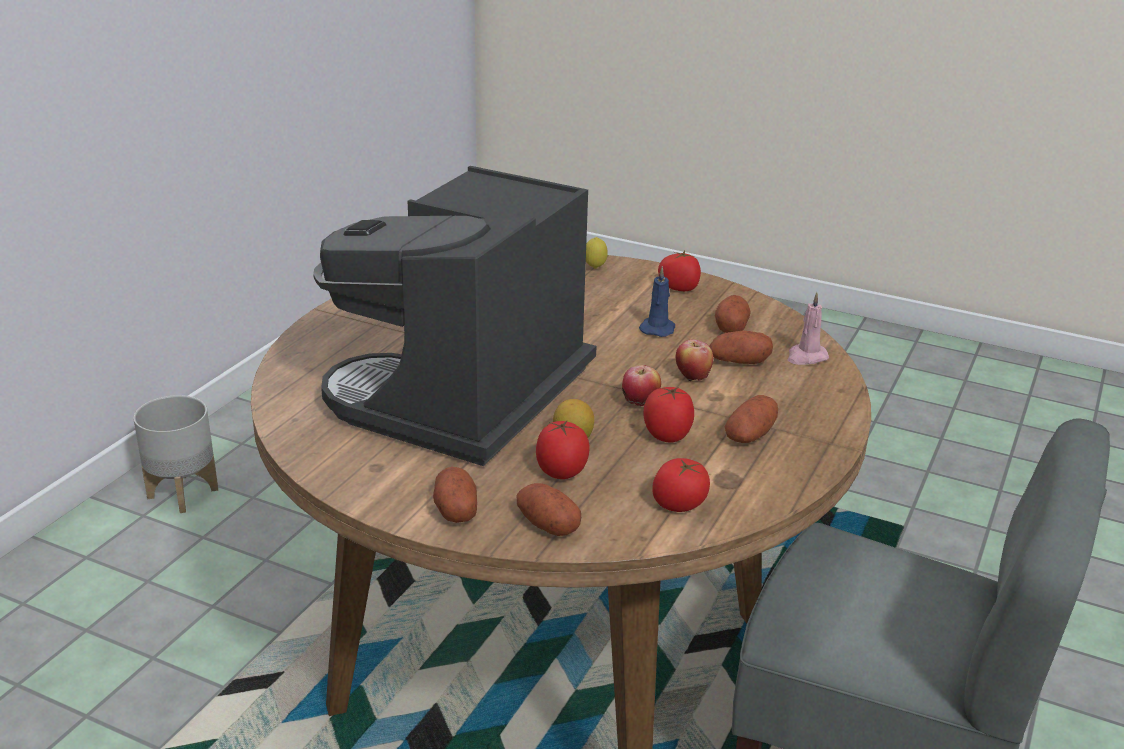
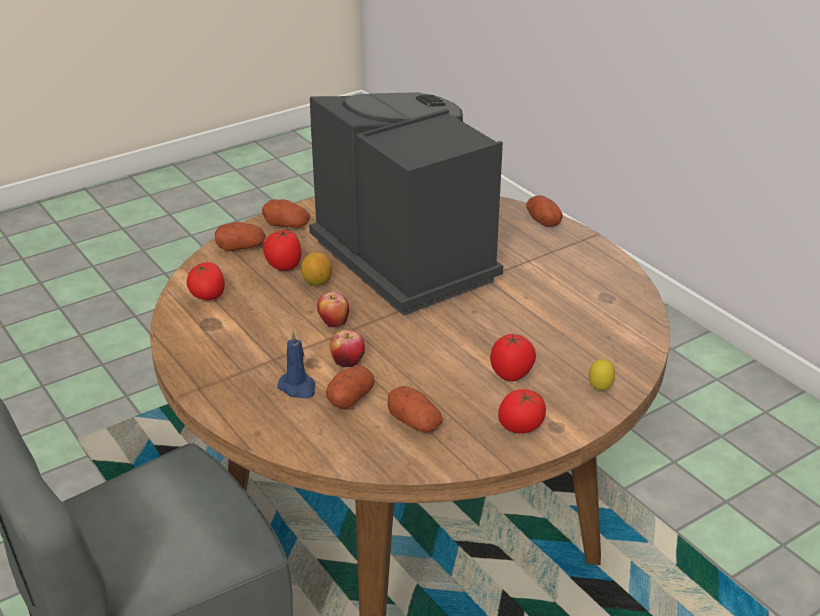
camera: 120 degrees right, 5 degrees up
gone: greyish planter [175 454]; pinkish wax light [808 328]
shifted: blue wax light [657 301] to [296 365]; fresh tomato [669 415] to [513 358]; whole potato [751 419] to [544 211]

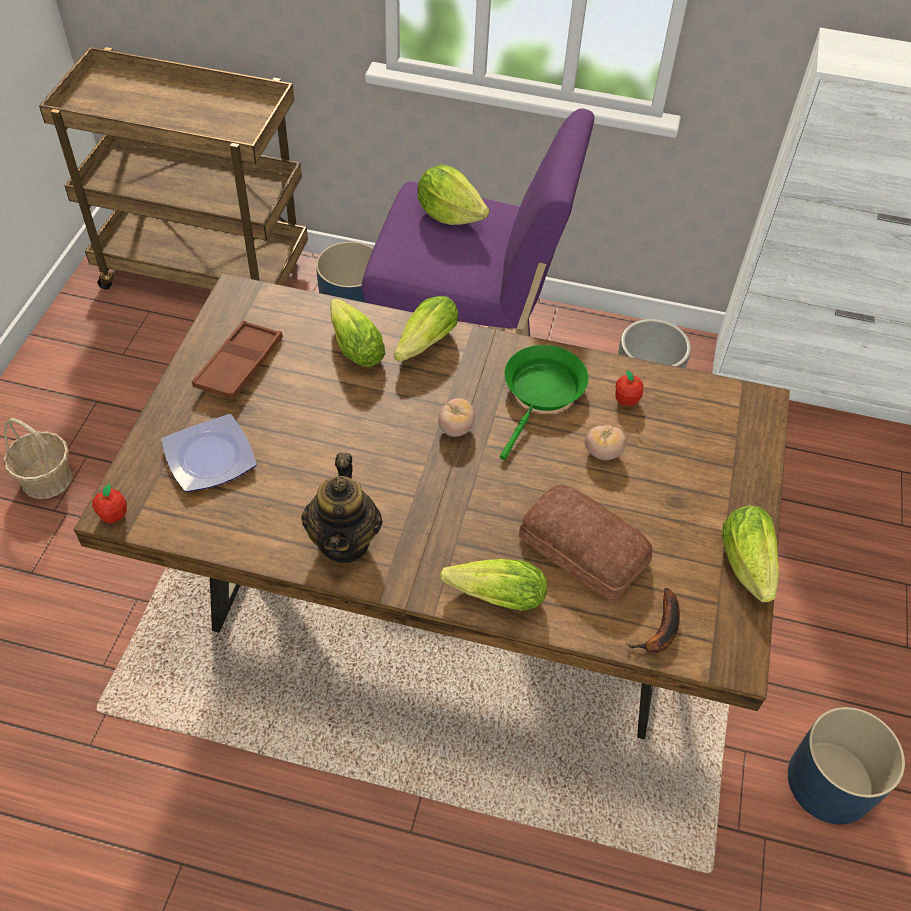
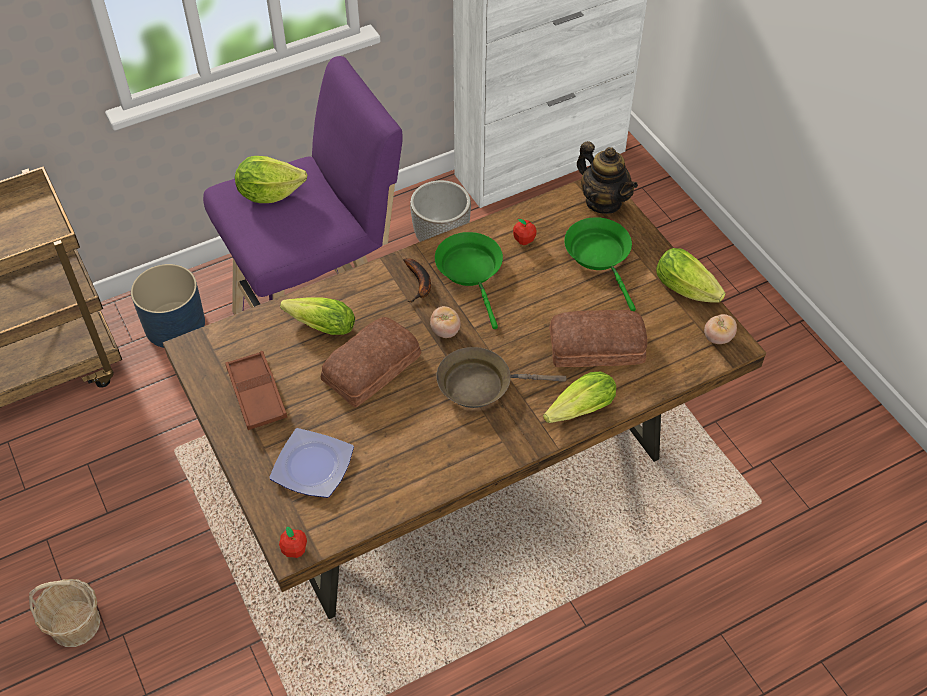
camera: 40 degrees left, 0 degrees up
gone: head of lettuce [426 329]; blue planter [846 766]
new: bread [371 362]; brown-coloured skillet [501 377]; green-coloured skillet [600 264]
shifted: tea pot [341 507] to [607 177]; fresh tomato [606 442] to [720 329]; banana fruit [653 620] to [417 280]

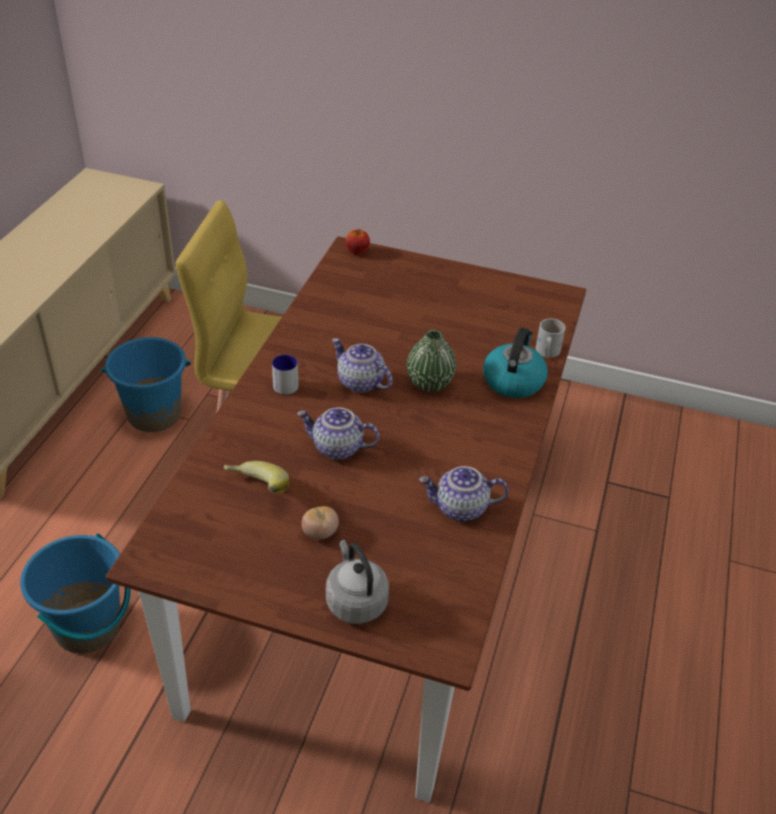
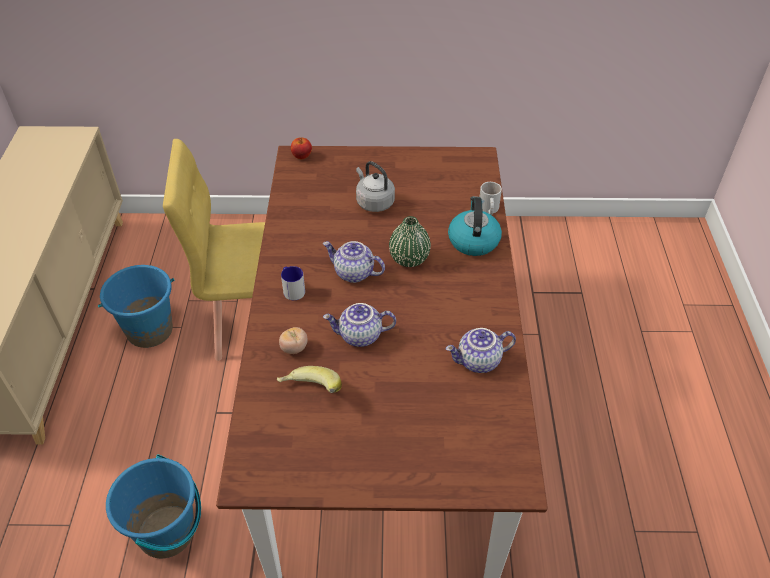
camera: 15 degrees left, 5 degrees up
shifted: fresh tomato [320 522] to [293 340]; greyish water kettle [357 582] to [375 186]

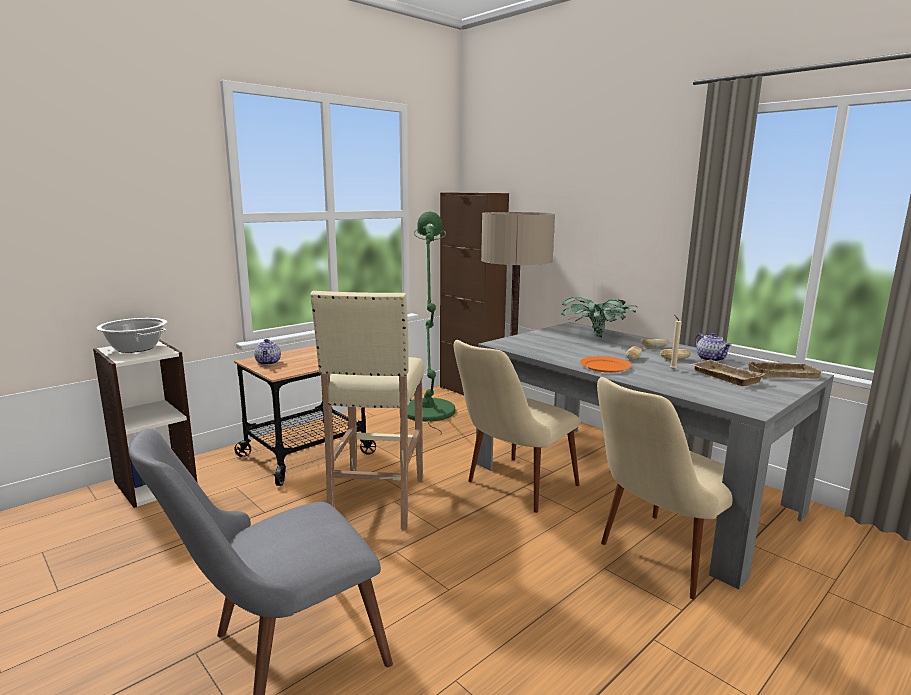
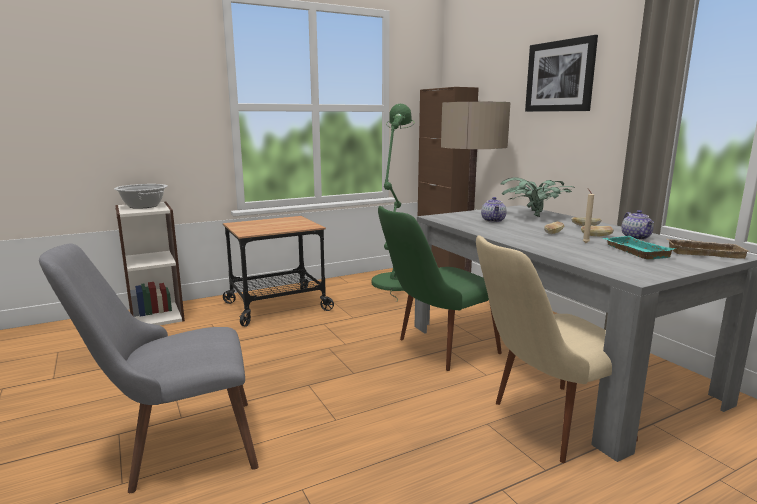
camera: 15 degrees right, 0 degrees up
gone: beige-coloured sitting stool [367 410]; orange flat dish [606 364]
new: picture [561 73]
shifted: tea pot [267 352] to [493 210]
repainted: beige-coloured upright chair [517 426] to green-coloured upright chair [440 288]; beige-coloured carrying tray [727 372] to turquoise carrying tray [639 248]

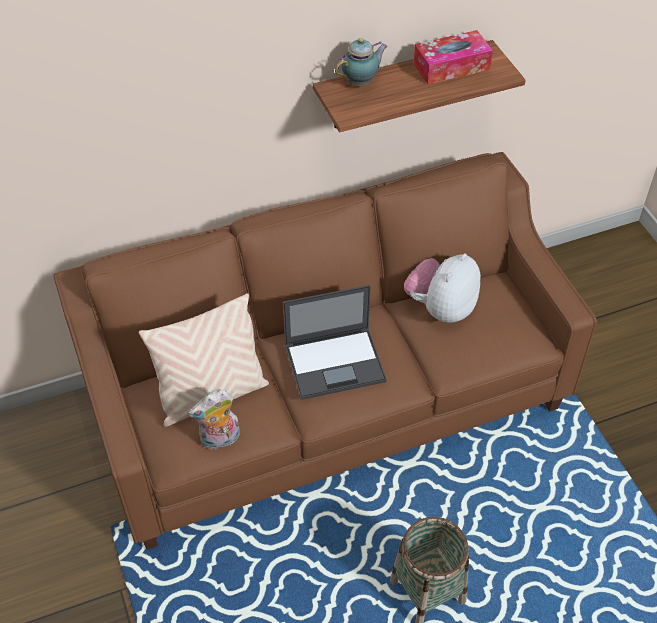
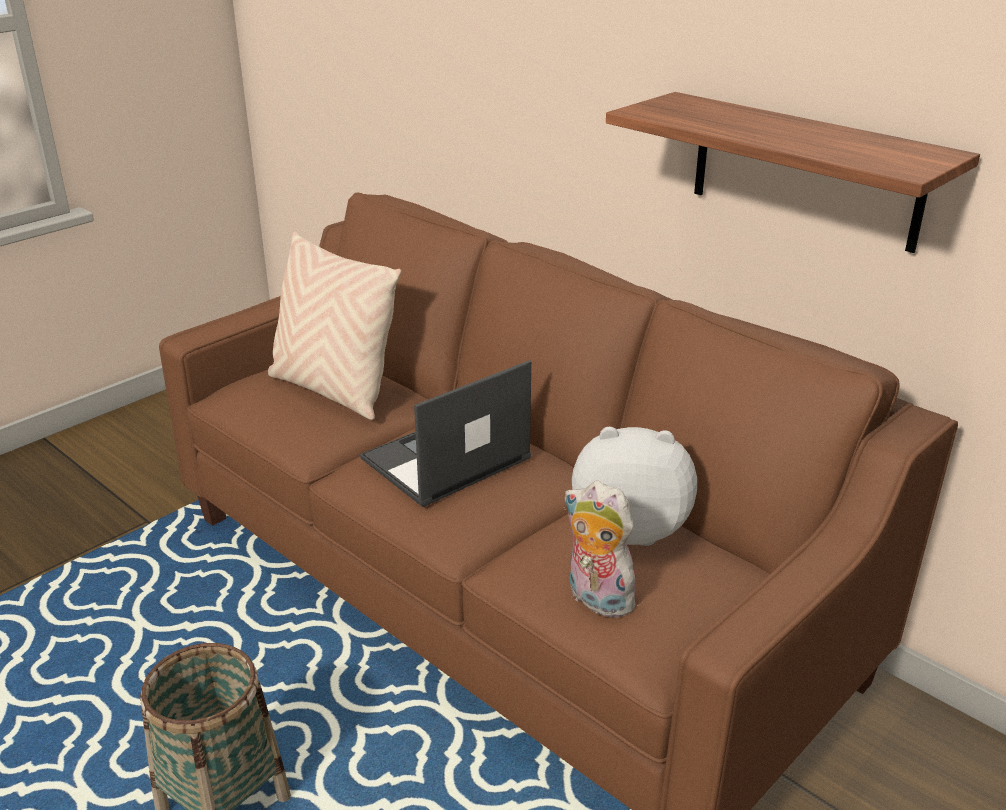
camera: 65 degrees right, 20 degrees down
gone: tea pot [361 62]; box of tissues [453 57]
shifted: soft toy [214 419] to [604 549]
rotated: laptop [335 342] = [445 433] 90 degrees clockwise

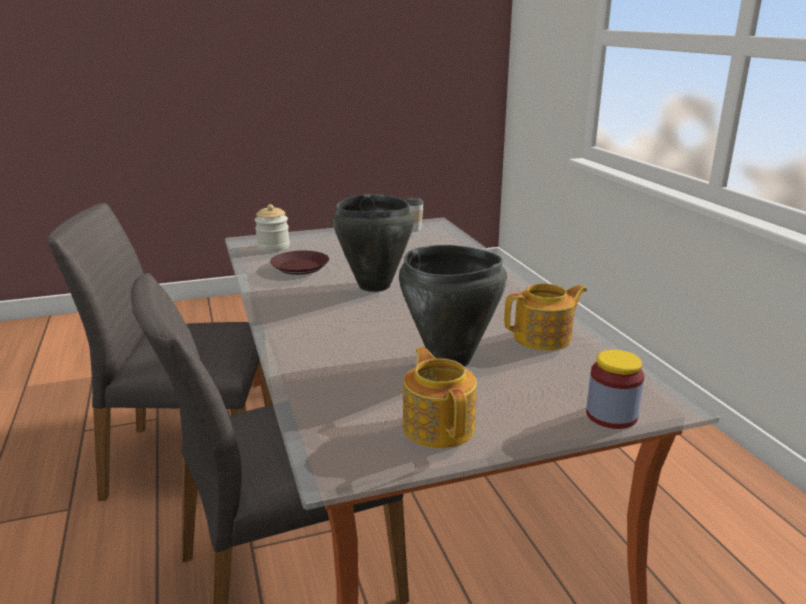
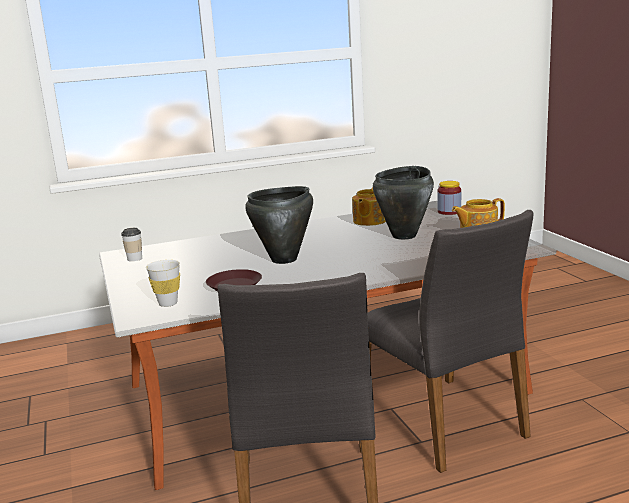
camera: 90 degrees left, 5 degrees down
swapped: preserve jar [272 228] to white drinking cup [163 283]
rotated: tea pot [545 316] = [369 206] 135 degrees counterclockwise

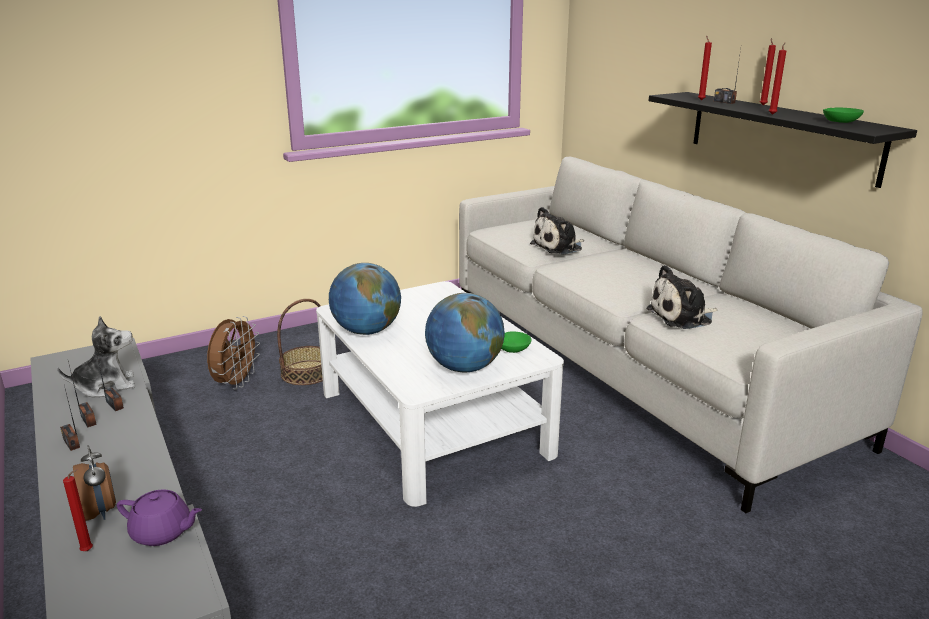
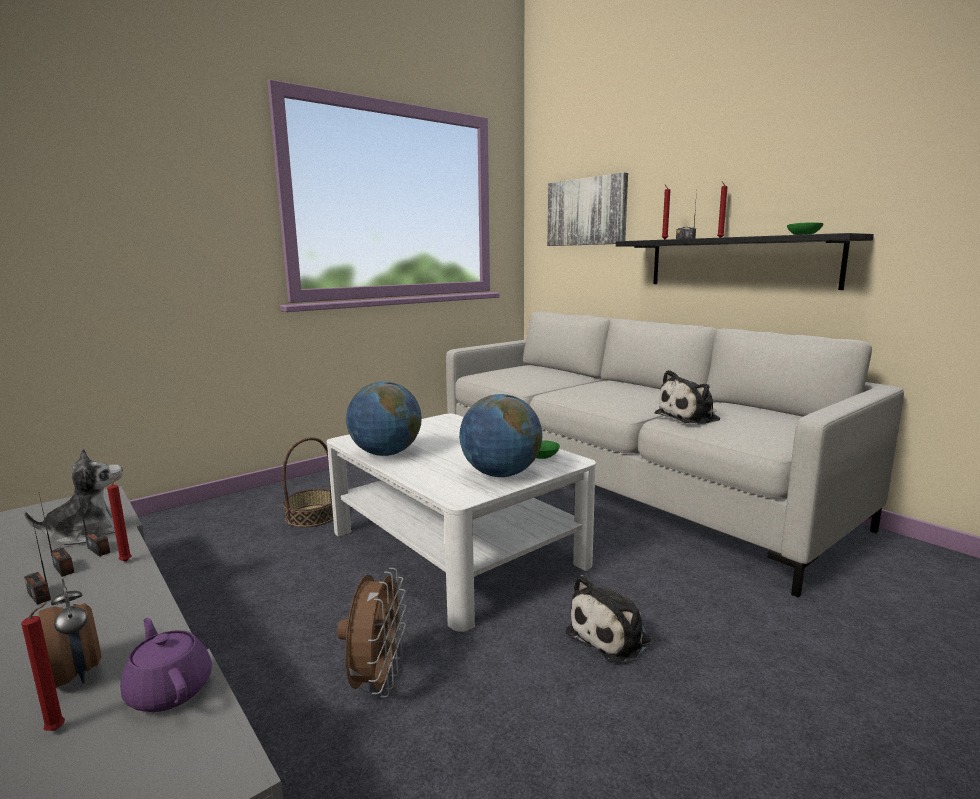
camera: 10 degrees left, 10 degrees down
new: picture [587 209]
shifted: brown-coloured cooling fan [233 352] to [371 633]; soft toy [557 231] to [608 618]; reddish wax light [777 79] to [119 518]
rotated: purple tea pot [159 517] = [166 665] 135 degrees counterclockwise

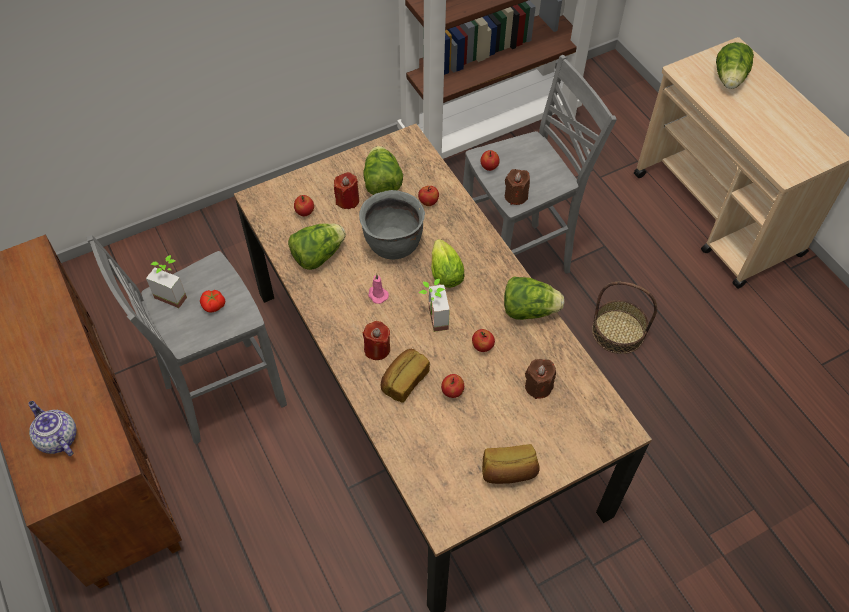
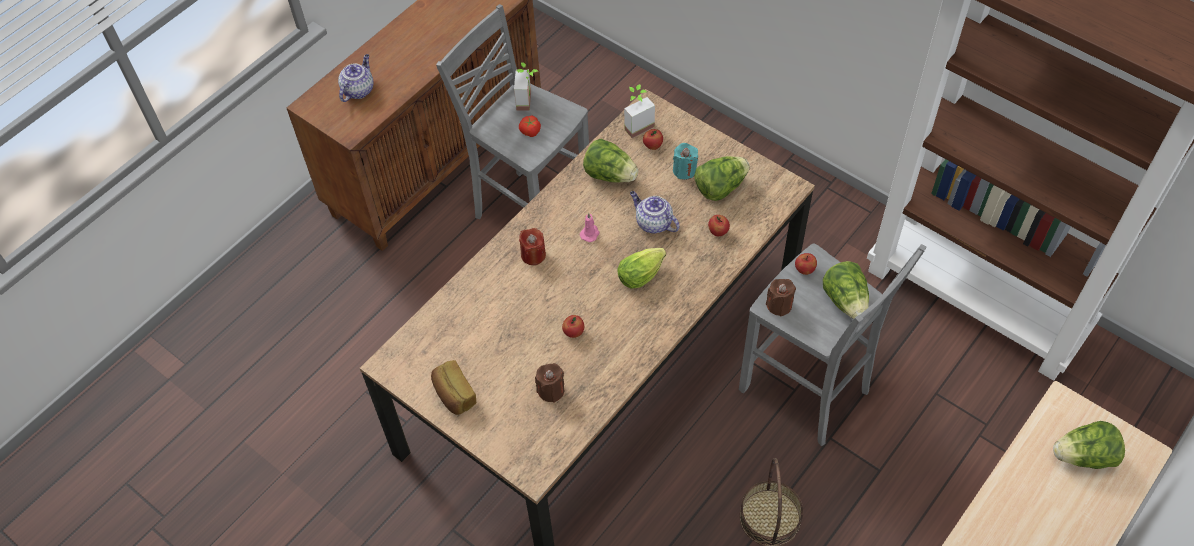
camera: 70 degrees right, 0 degrees up
gone: bread [405 376]; apple [452 386]
shifted: potted plant [434 305] to [639 111]; head of lettuce [534 298] to [846 290]
swapped: greyish stockpot [392 225] to tea pot [655 212]
repainted: reddish wax light [346 190] to turquoise wax light [685 161]

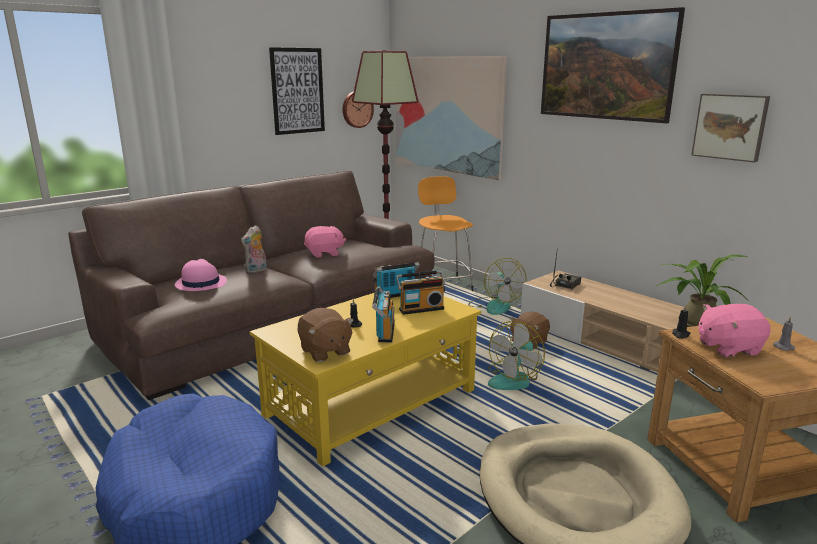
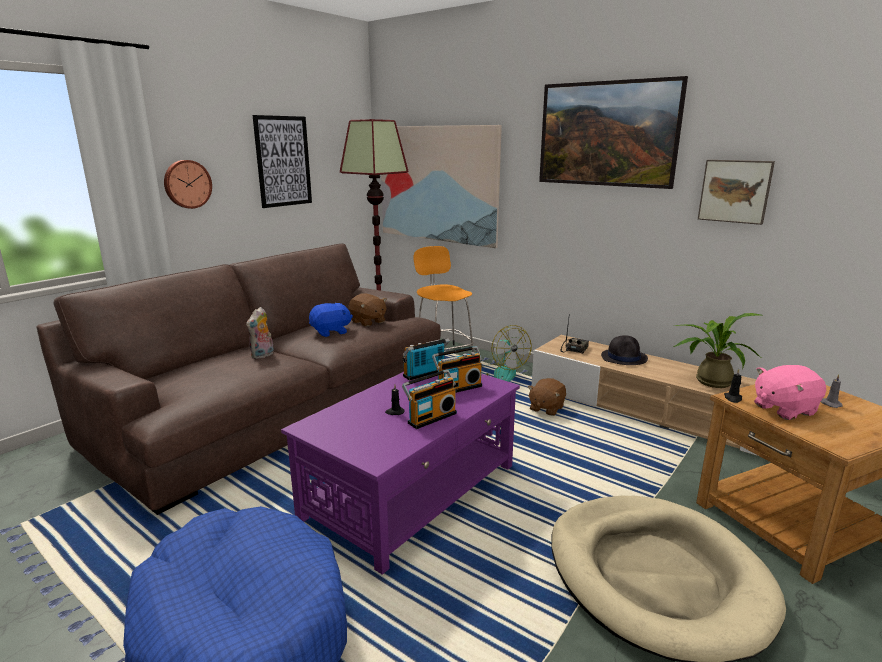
camera: 10 degrees left, 0 degrees up
gone: pinkish hat [201 275]; cooling fan [516 355]
new: black hat [624 350]
shifted: brown-coloured soft toy [326 335] to [368 310]; wall clock [358 109] to [188 184]
repainted: yellow low table [365 379] to purple low table [400 473]; pinkish soft toy [325 242] to blue soft toy [331 319]
rotated: radio receiver [383 314] = [429 399] 60 degrees clockwise

